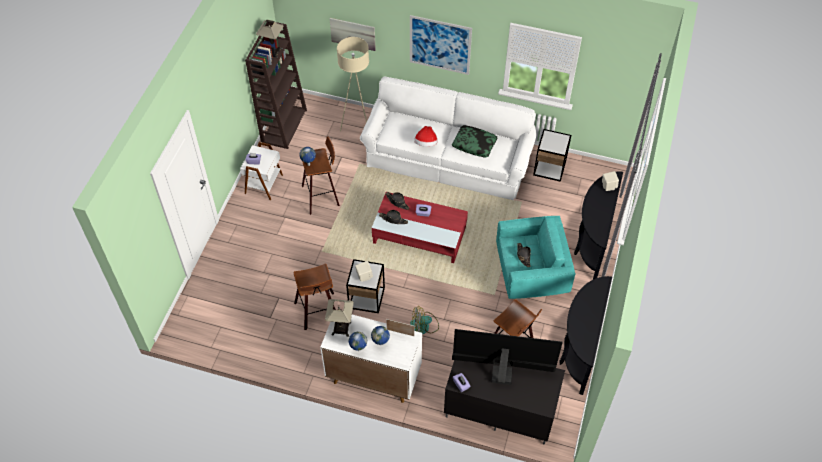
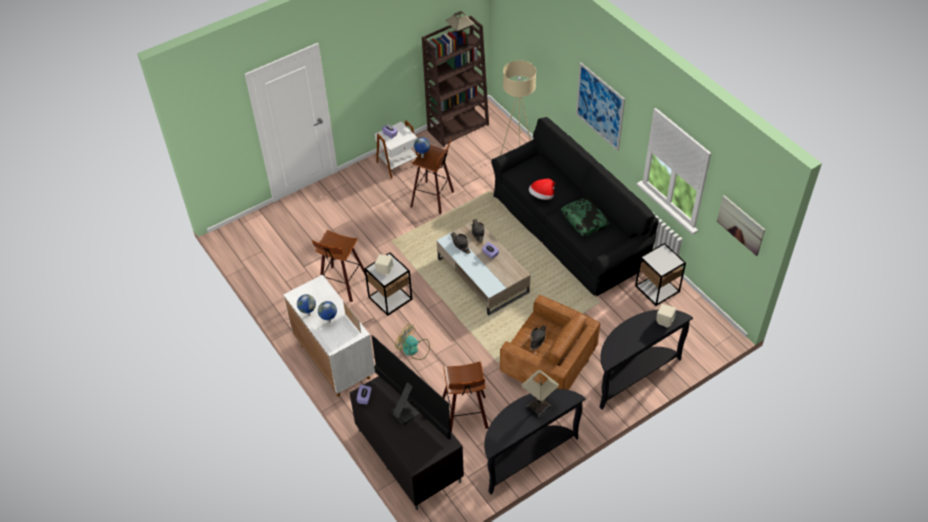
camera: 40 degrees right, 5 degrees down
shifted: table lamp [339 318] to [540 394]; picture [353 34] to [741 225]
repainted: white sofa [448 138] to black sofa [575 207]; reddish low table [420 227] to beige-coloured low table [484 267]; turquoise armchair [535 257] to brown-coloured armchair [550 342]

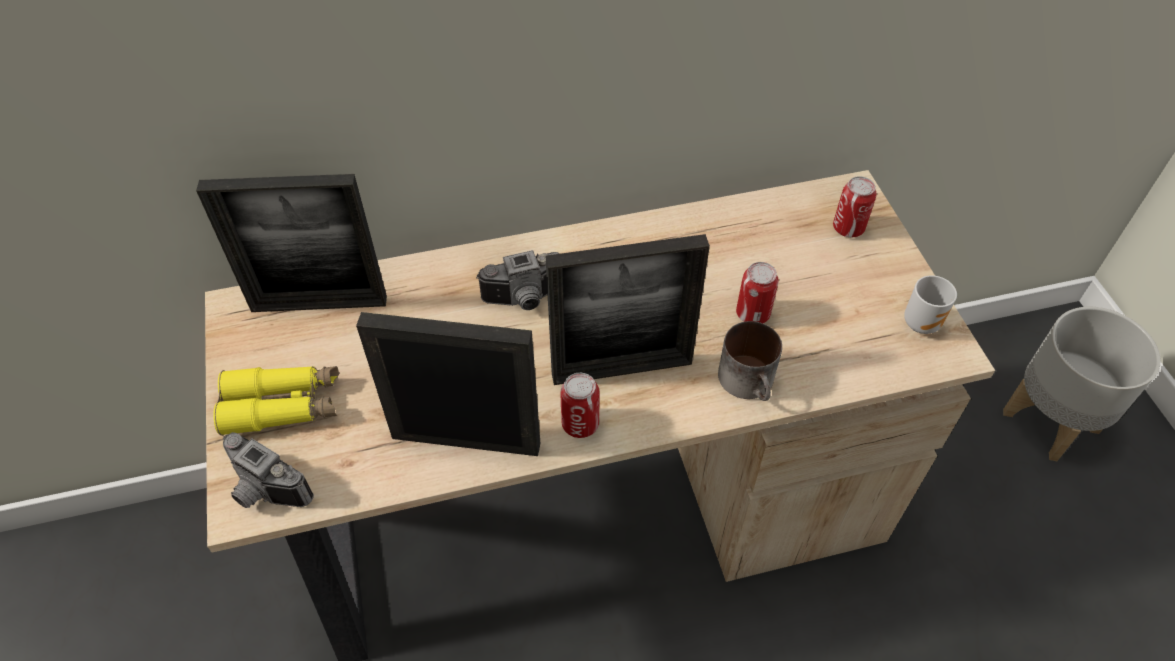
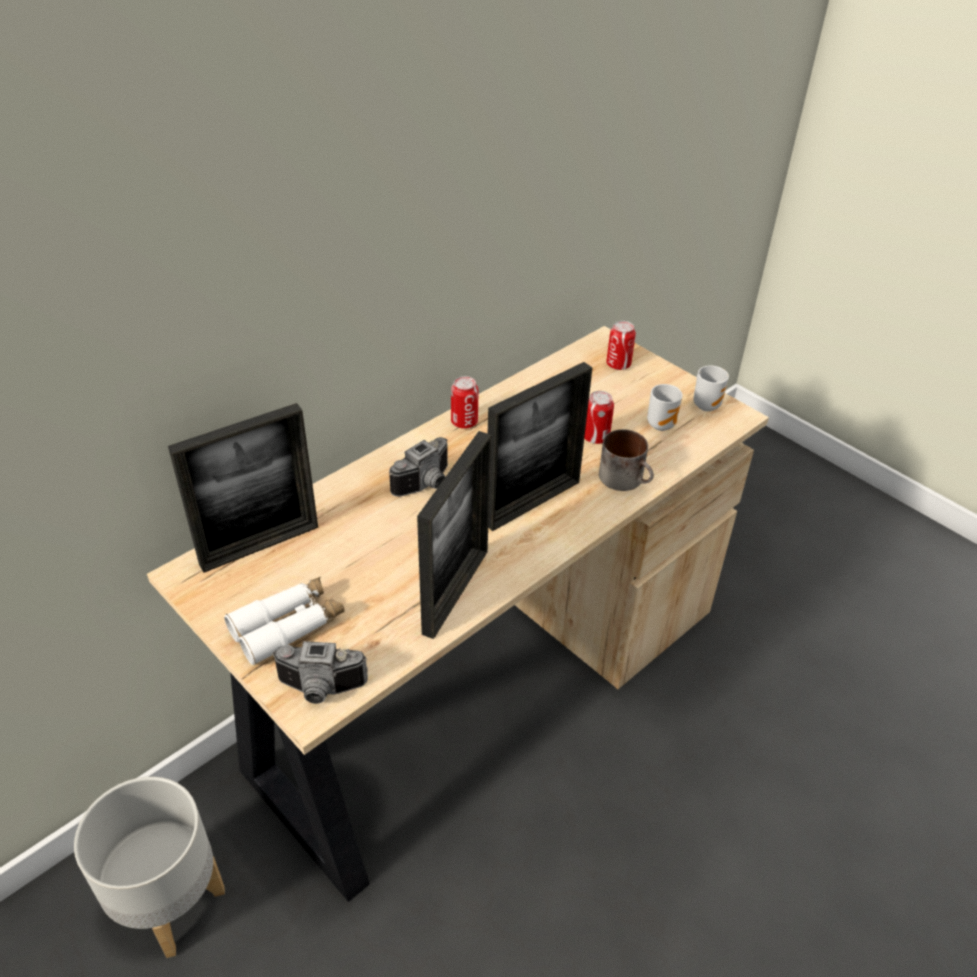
camera: 30 degrees left, 10 degrees down
new: coffee mug [665 407]
shifted: metal can [580 405] to [464 402]; greyish planter [1082 384] to [149 867]
repainted: yellow pair of binoculars [276 401] to white pair of binoculars [284 620]
rotated: photo frame [448 384] = [454 535] 135 degrees clockwise

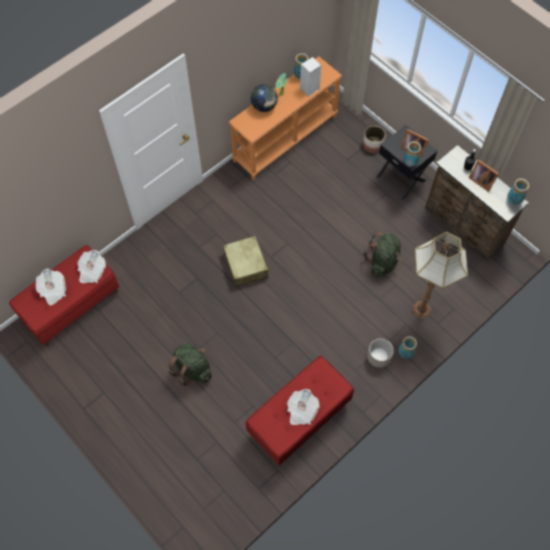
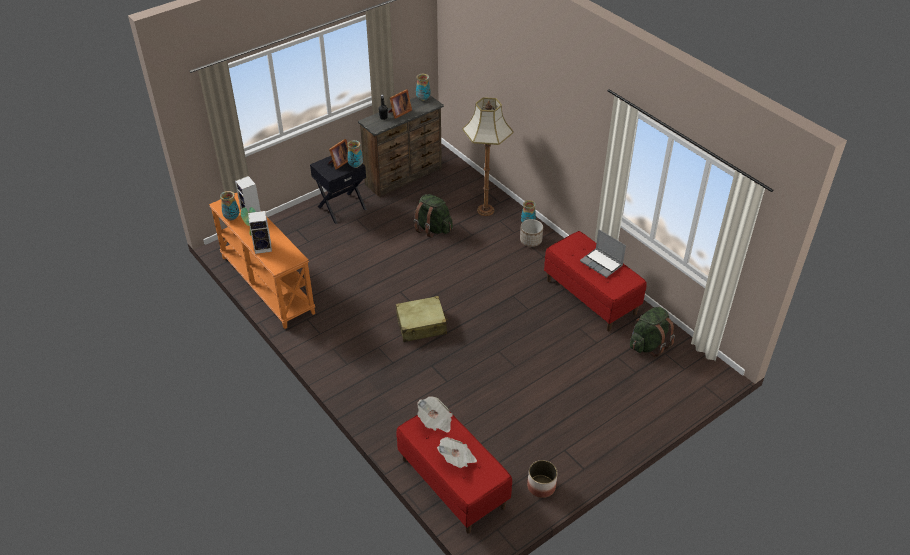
camera: 85 degrees left, 20 degrees down
shifted: green-coloured rucksack [190 364] to [652 332]; planter [374 139] to [542 479]
swapped: globe [264 98] to loudspeaker [260 232]; newspaper [303 407] to laptop [603 253]

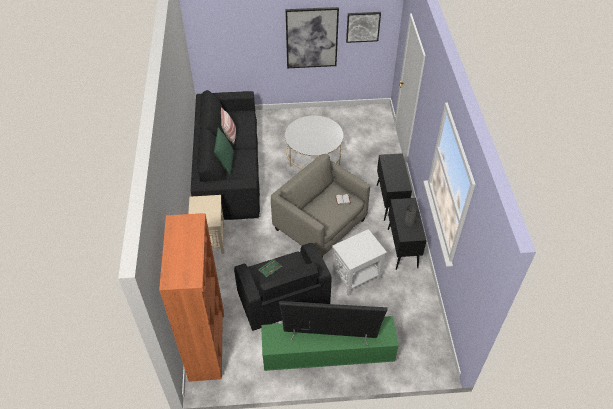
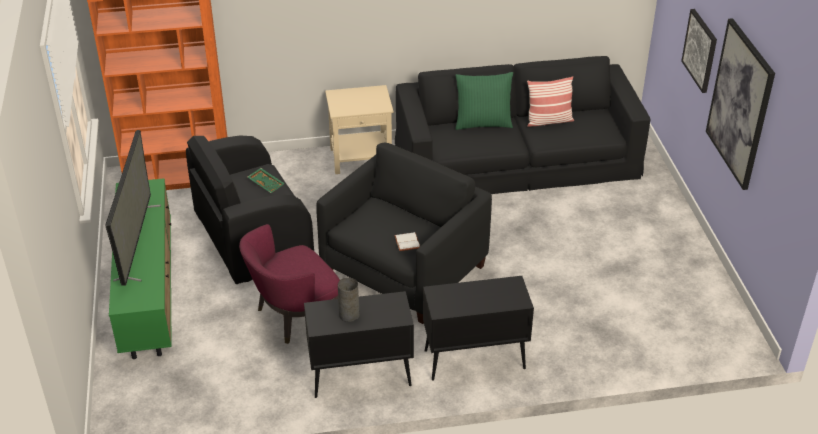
camera: 85 degrees right, 10 degrees down
gone: low table [314 142]
shifted: picture [363 27] to [699 51]
swapped: white end table [359 262] to purple armchair [289 284]
repainted: beige-coloured armchair [320 206] to black armchair [404 233]

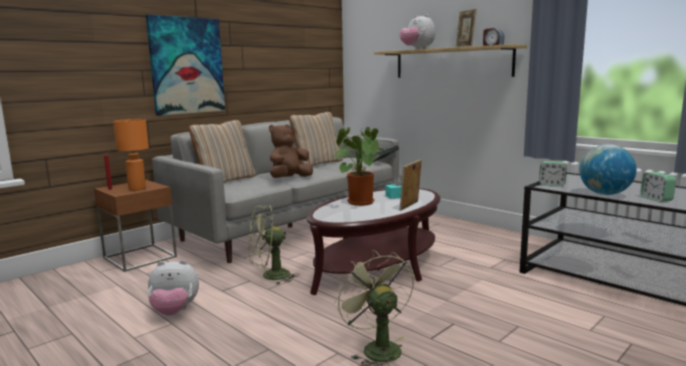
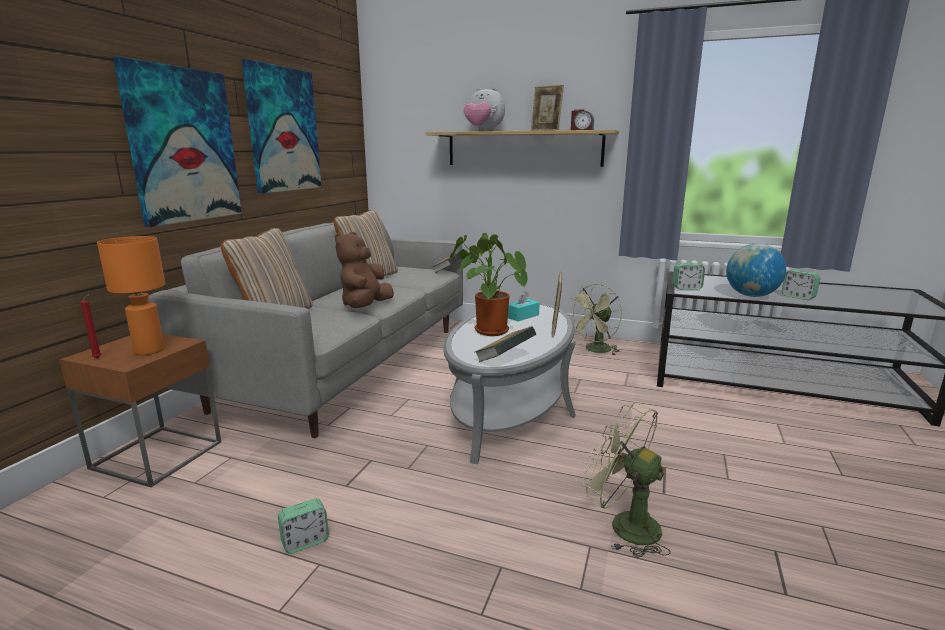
camera: 25 degrees left, 5 degrees up
new: picture [281 126]; volume [506 344]
shifted: green-coloured cooling fan [274 245] to [595 320]
swapped: soft toy [173 288] to alarm clock [303 526]
repainted: brown-coloured low table [373 241] to greyish low table [509 383]

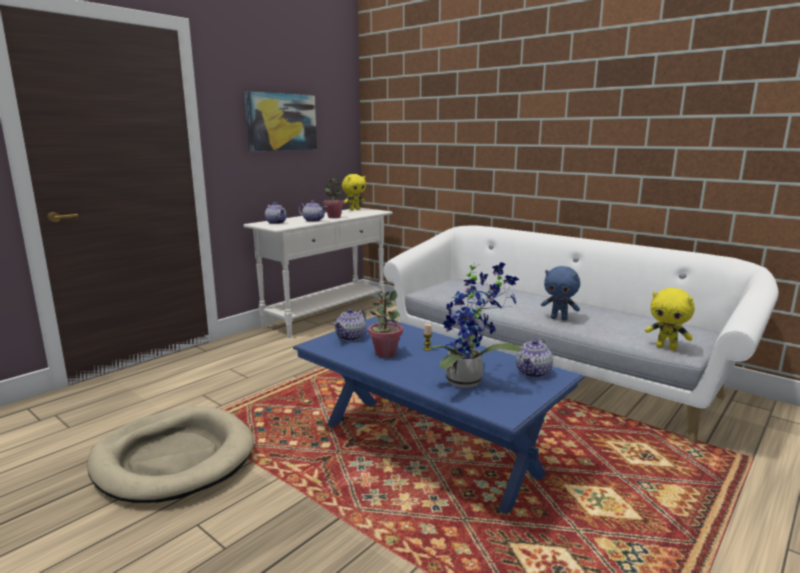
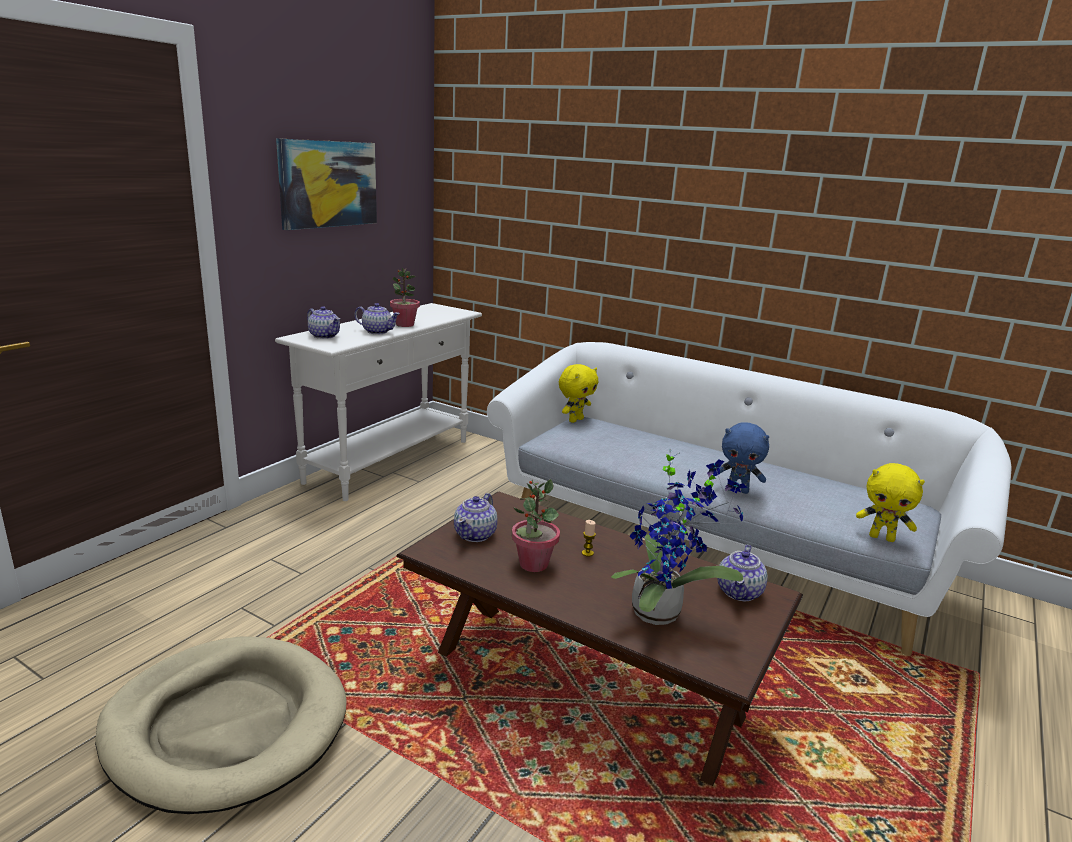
camera: 10 degrees left, 5 degrees up
shifted: yellow soft toy [354 192] to [578 393]
repainted: blue low table [438 415] to brown-coloured low table [600 639]

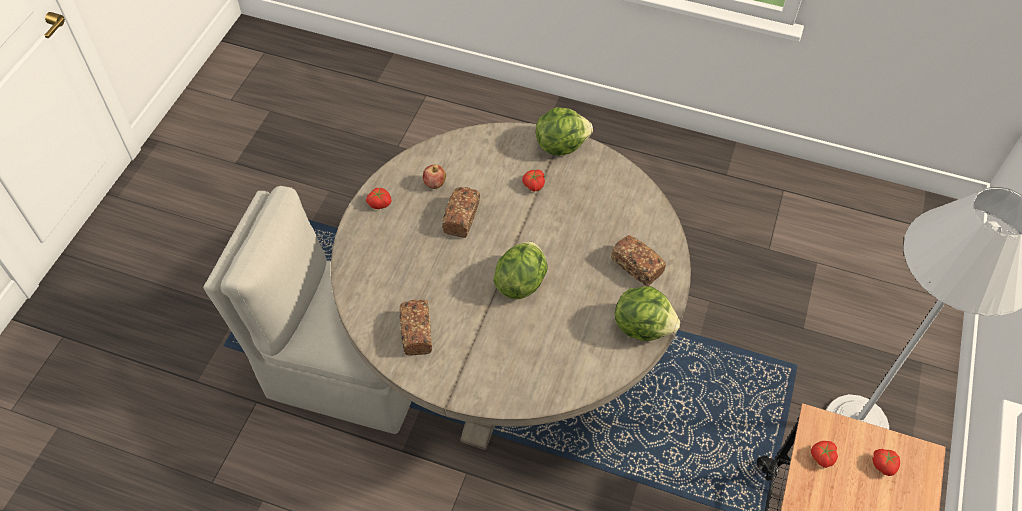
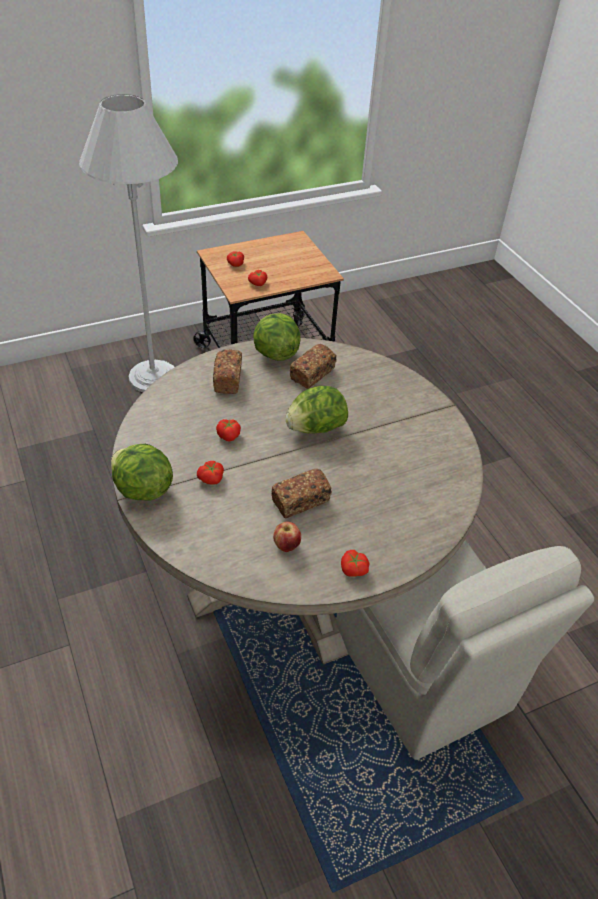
camera: 135 degrees left, 10 degrees down
new: fresh tomato [228 430]
shifted: bread [415 327] to [313 366]

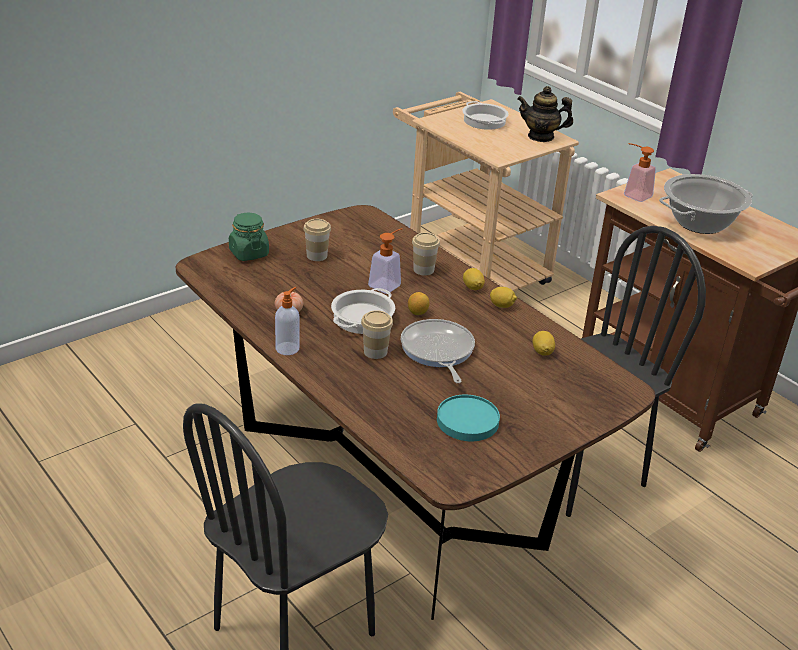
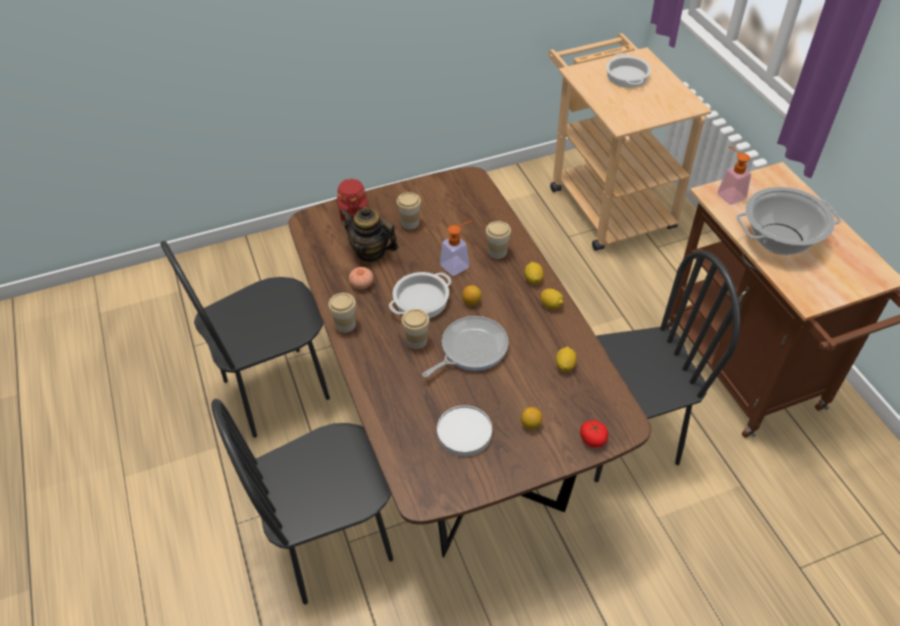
camera: 20 degrees right, 15 degrees up
new: black upright chair [245 339]; whole lemon [532 418]; fresh tomato [594 434]
shifted: tea pot [545 114] to [369 234]
swapped: liquid soap bottle [287 321] to drinking cup [342 313]
repainted: green-coloured preserve jar [249 237] to reddish preserve jar [353 199]; turquoise flat dish [468 418] to white flat dish [464 431]
rotated: skillet [438 351] = [465 346] 45 degrees clockwise

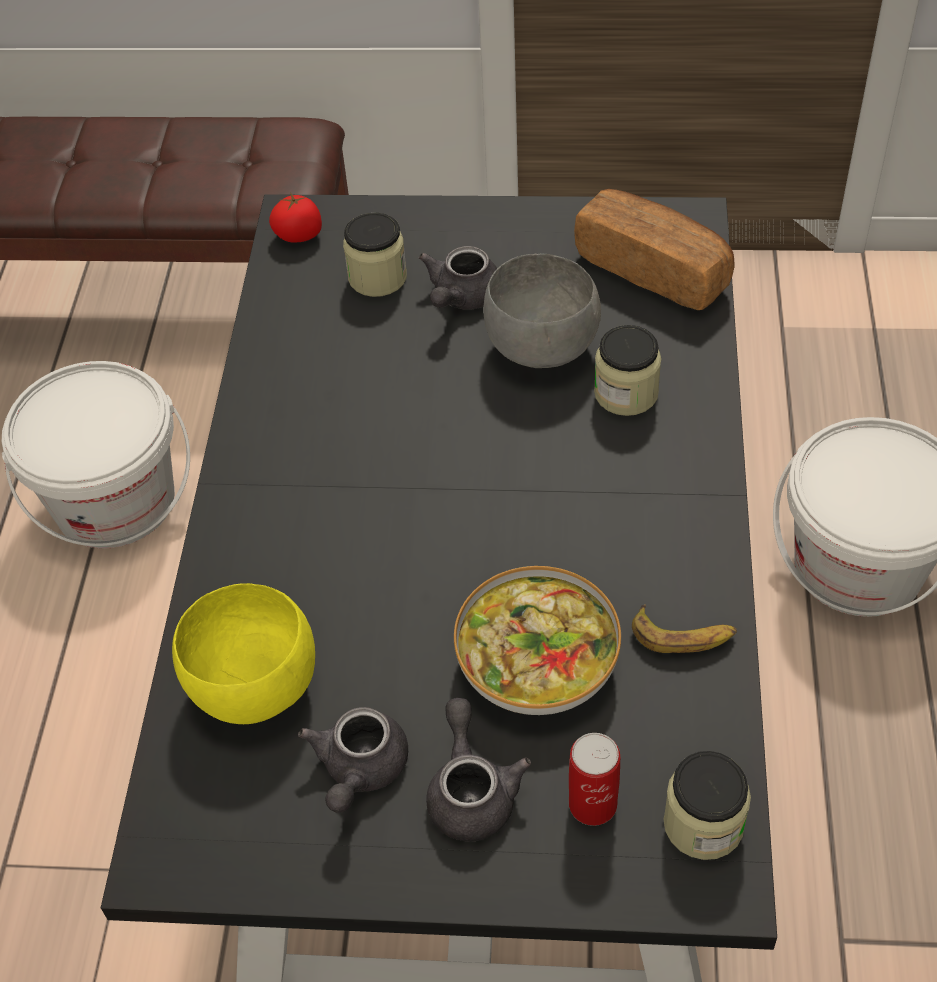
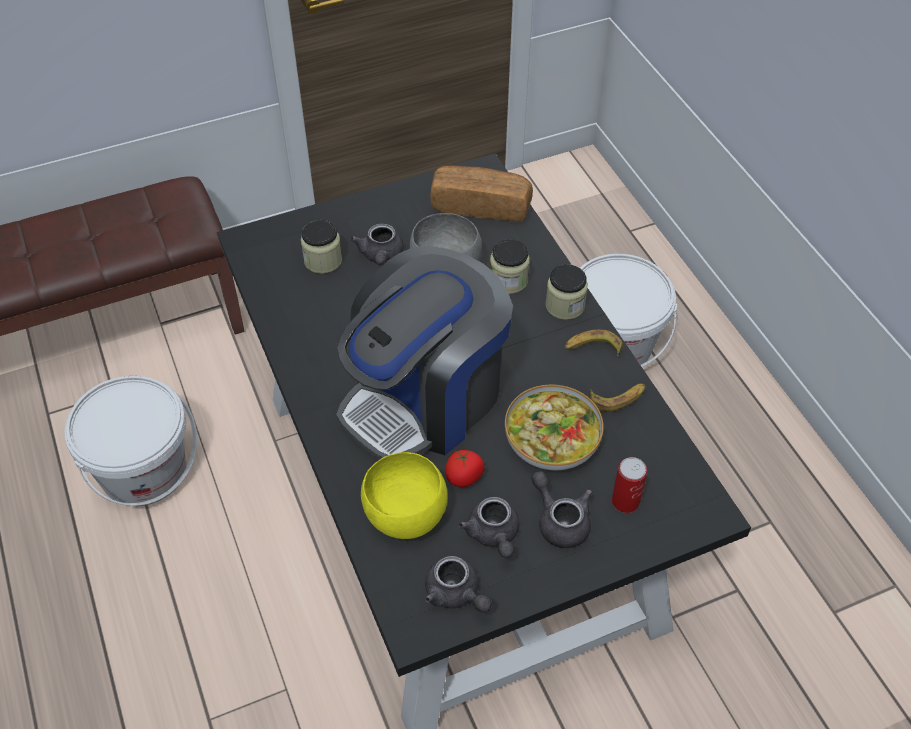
camera: 30 degrees left, 0 degrees up
new: coffee machine [424 353]; greyish tea pot [458 584]; banana fruit [594 343]
shifted: fresh tomato [295 217] to [465 468]; preserve jar [707 805] to [566 292]

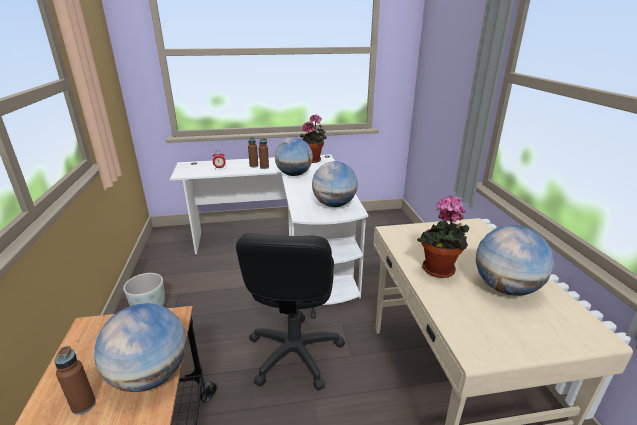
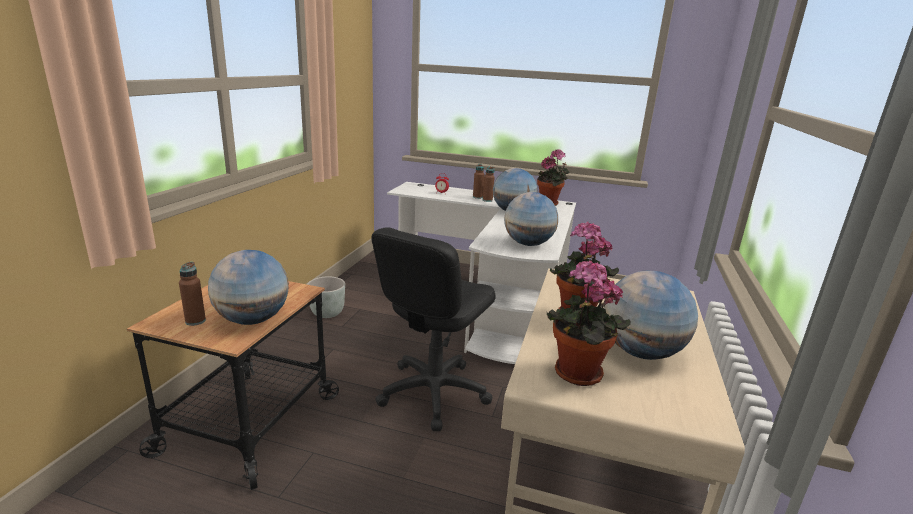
camera: 25 degrees right, 5 degrees down
new: potted plant [589 323]

